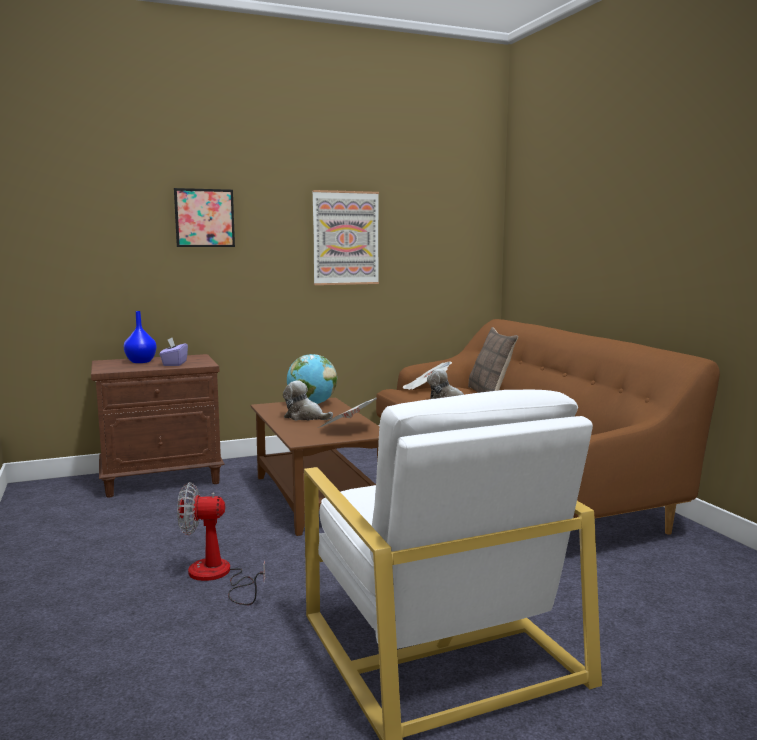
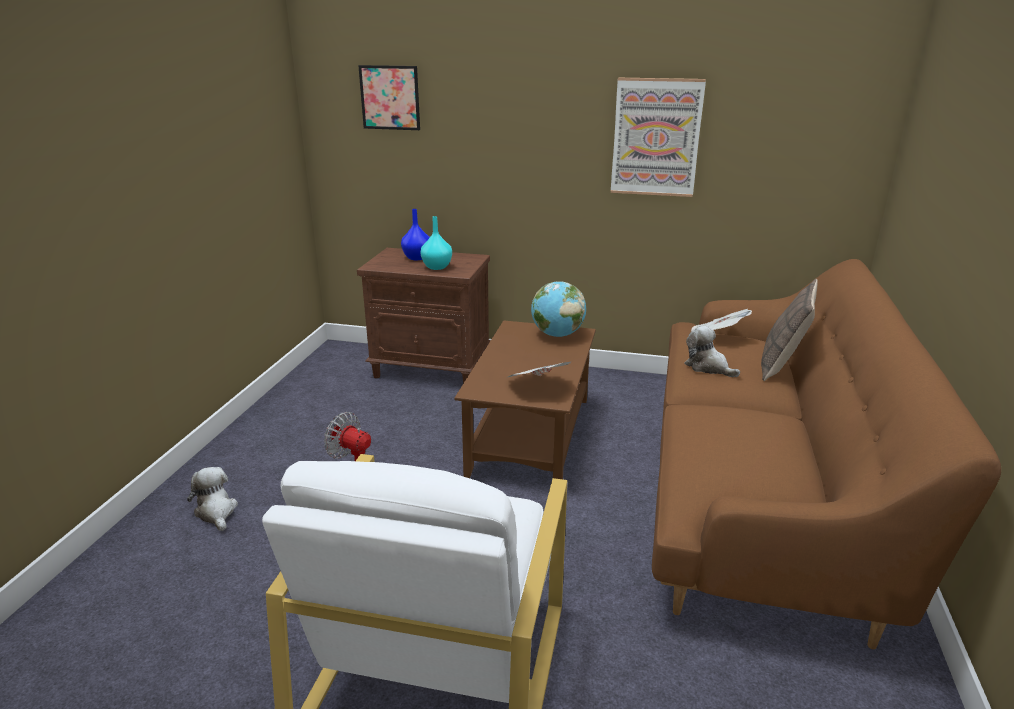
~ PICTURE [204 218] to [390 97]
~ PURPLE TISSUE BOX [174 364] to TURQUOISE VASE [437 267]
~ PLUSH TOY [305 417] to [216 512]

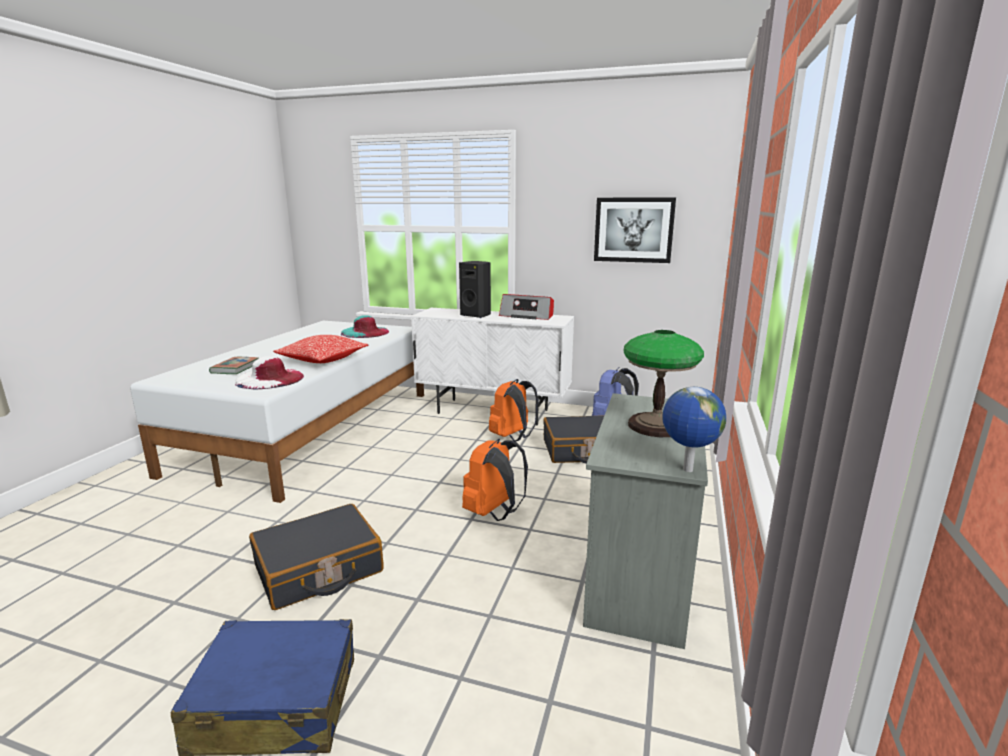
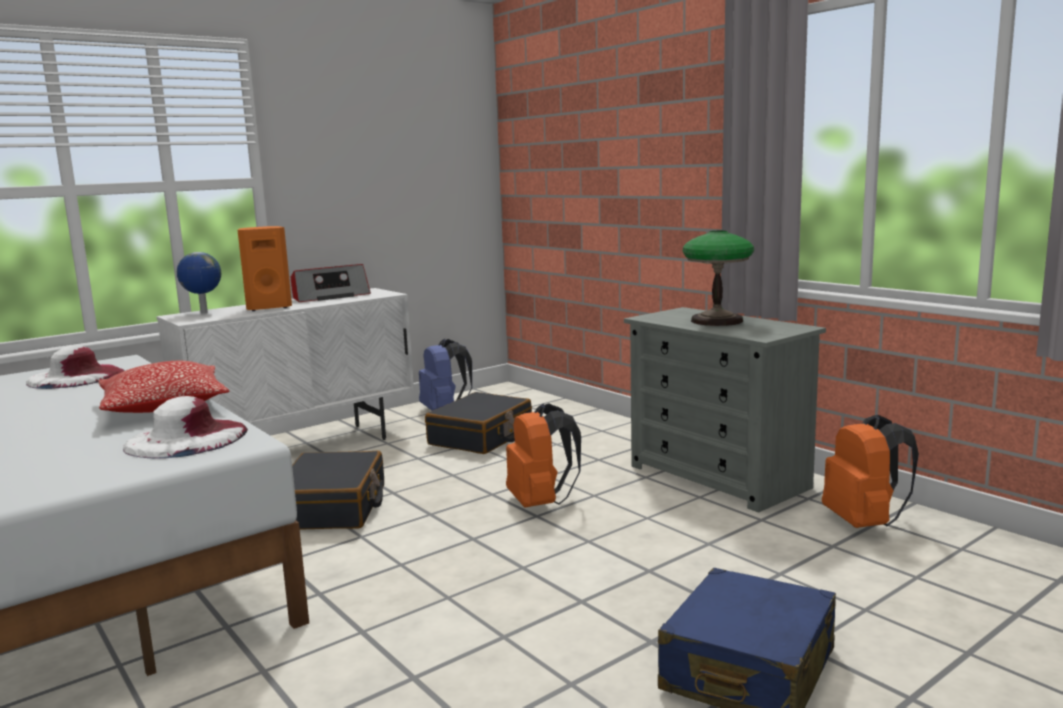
- PICTURE [633 230]
~ BLACK SPEAKER [476 315] to ORANGE SPEAKER [268 307]
~ TURQUOISE HAT [365 332] to WHITE HAT [76 377]
- BOOK [235 368]
~ ORANGE BACKPACK [513 437] to [864 523]
~ GLOBE [687 470] to [203 312]
~ BLACK SUITCASE [319 569] to [333 507]

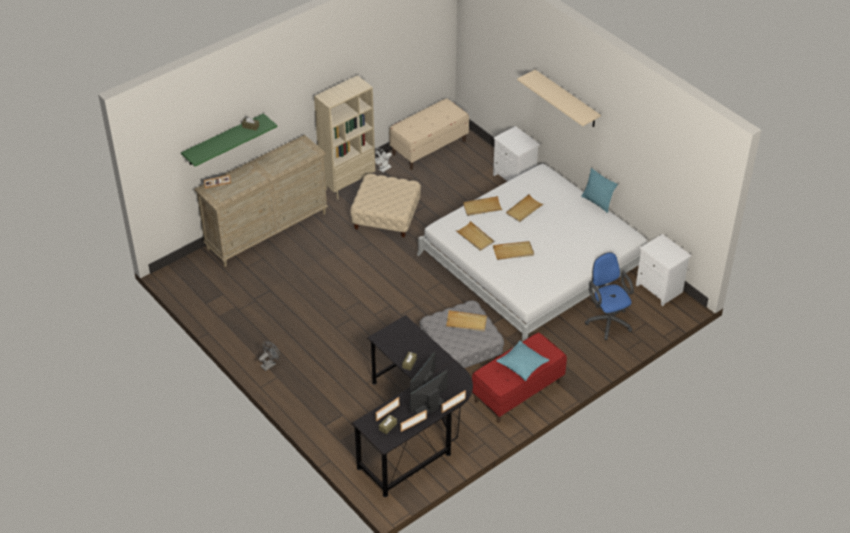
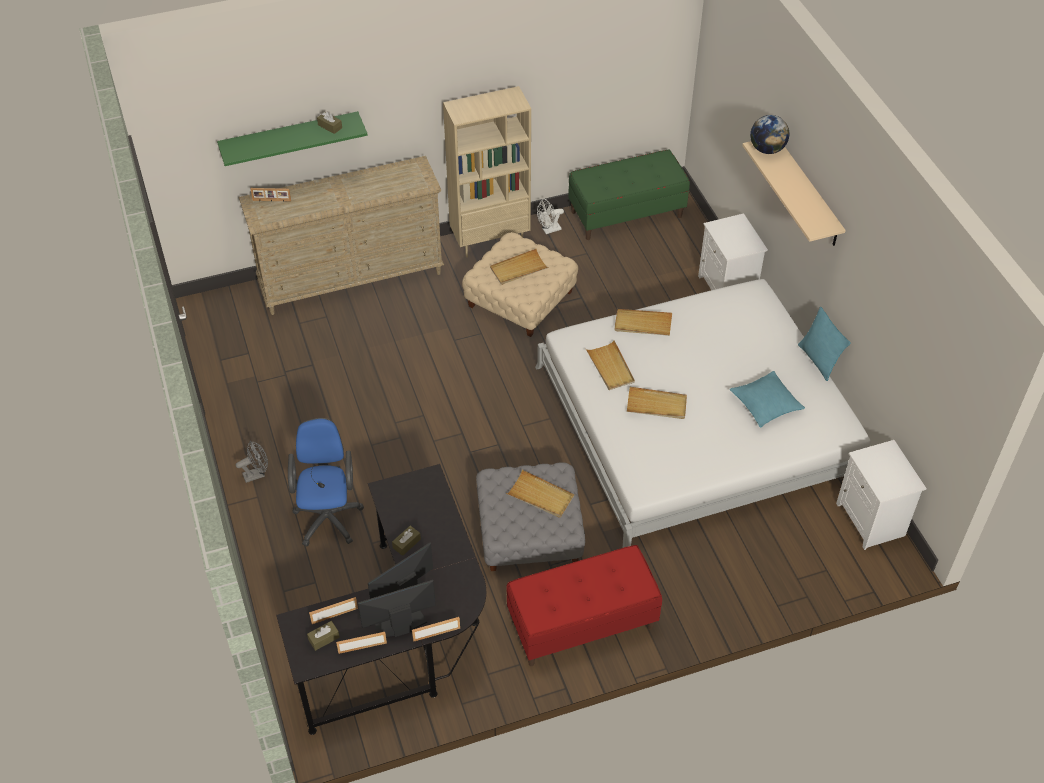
~ BEIGE BENCH [429 147] to GREEN BENCH [626 214]
~ BEIGE TRAY [524 209] to [518 269]
~ BLUE OFFICE CHAIR [607 320] to [328 515]
~ TURQUOISE PILLOW [522 364] to [766 404]
+ GLOBE [767 149]

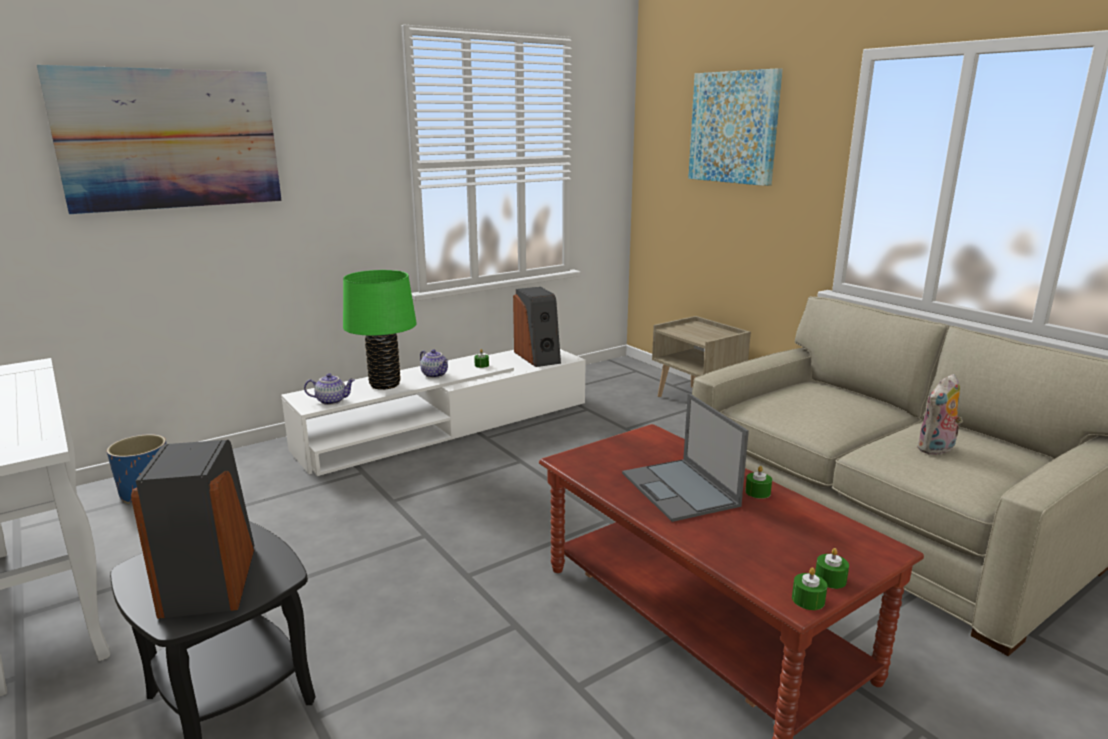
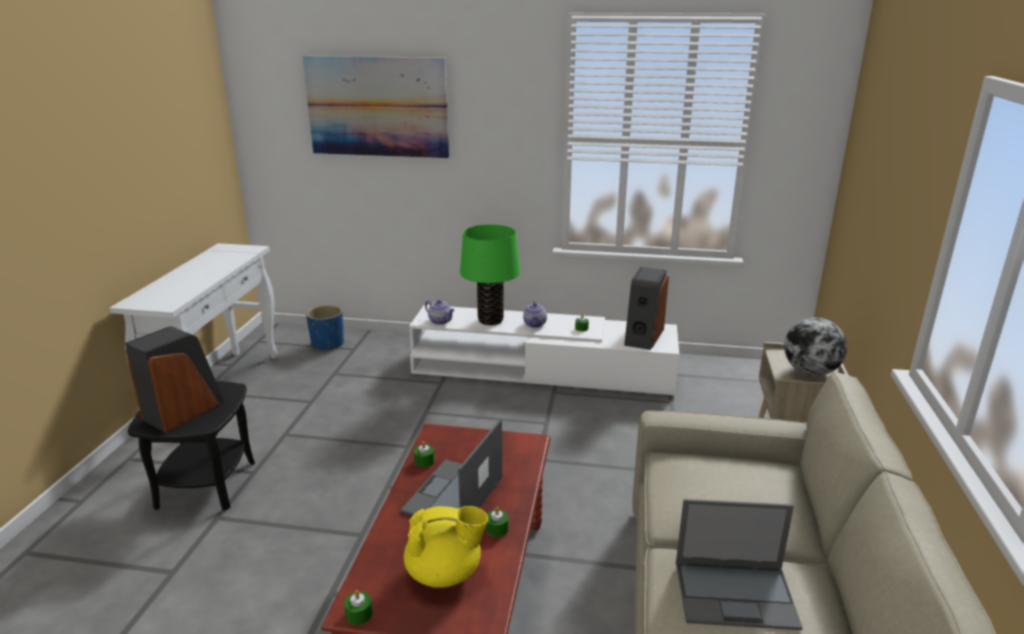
- PICTURE [734 127]
~ PLUSH TOY [936 450] to LAPTOP [736 594]
~ GREEN CANDLE [830 579] to [424 461]
+ GLOBE [810 372]
+ YELLOW TEAPOT [445 573]

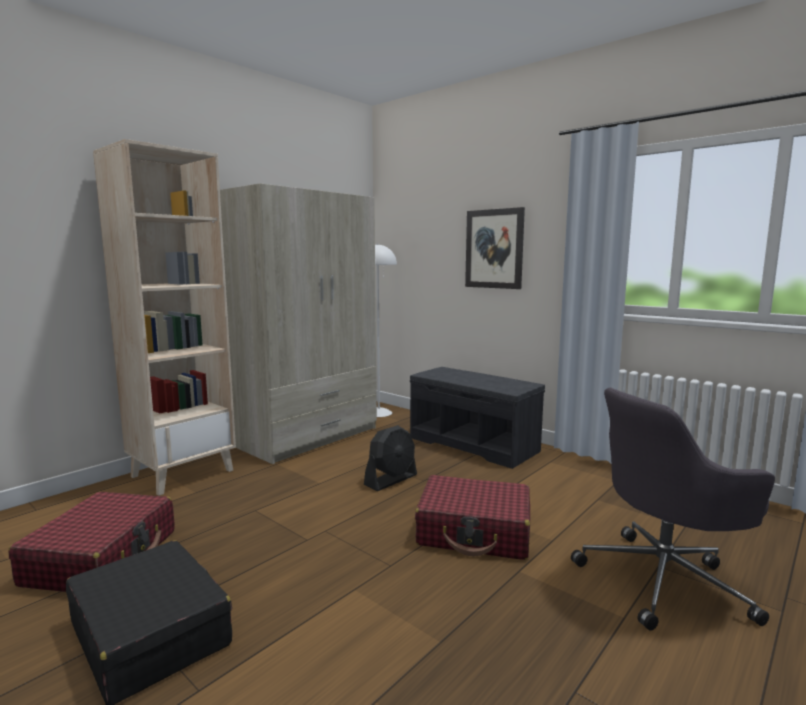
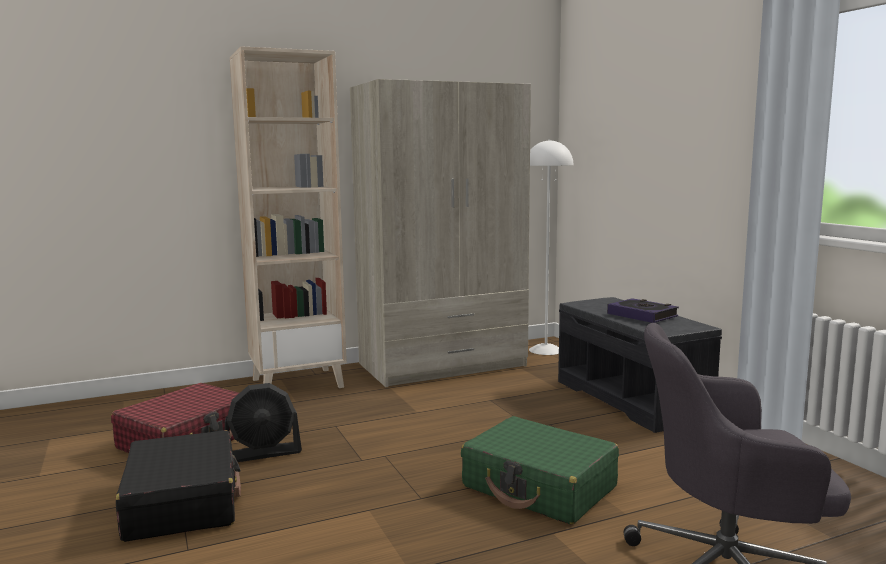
- PICTURE [494 249]
~ BLACK FAN [391 480] to [263 453]
~ RED SUITCASE [474 532] to GREEN SUITCASE [539 487]
+ BOOK [642 315]

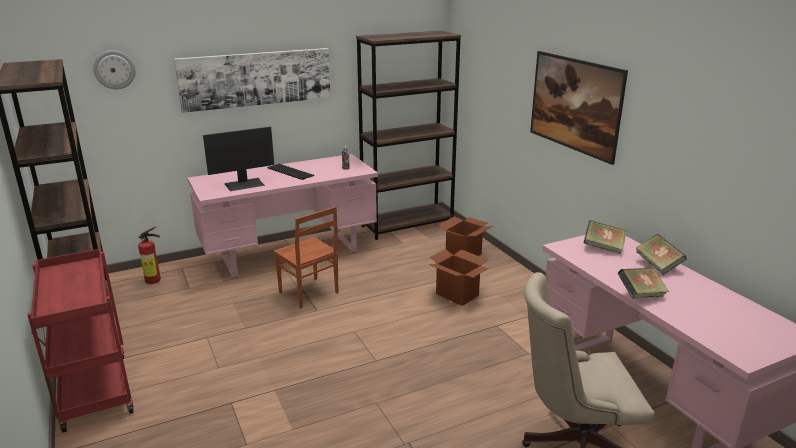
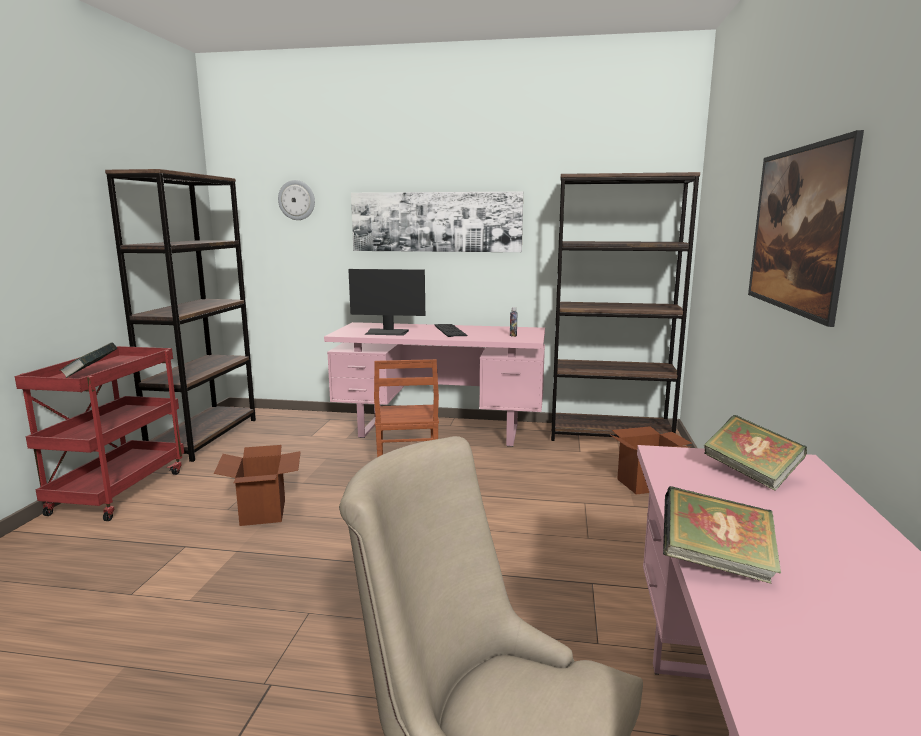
- FIRE EXTINGUISHER [155 281]
~ BOOK [658 265] to [91 374]
~ CARDBOARD BOX [457 295] to [263 512]

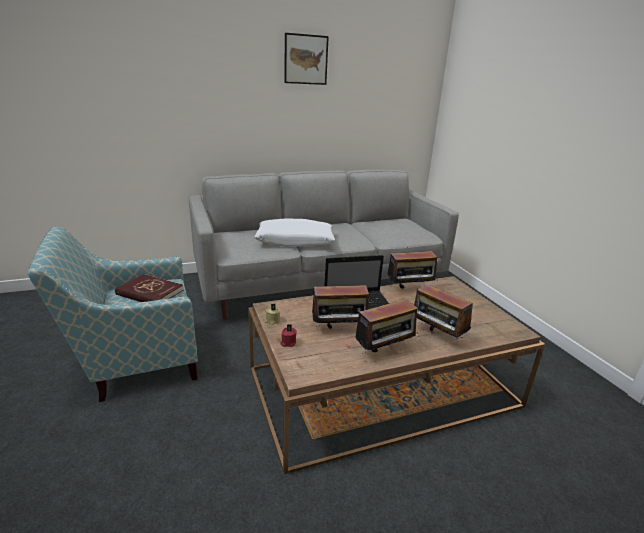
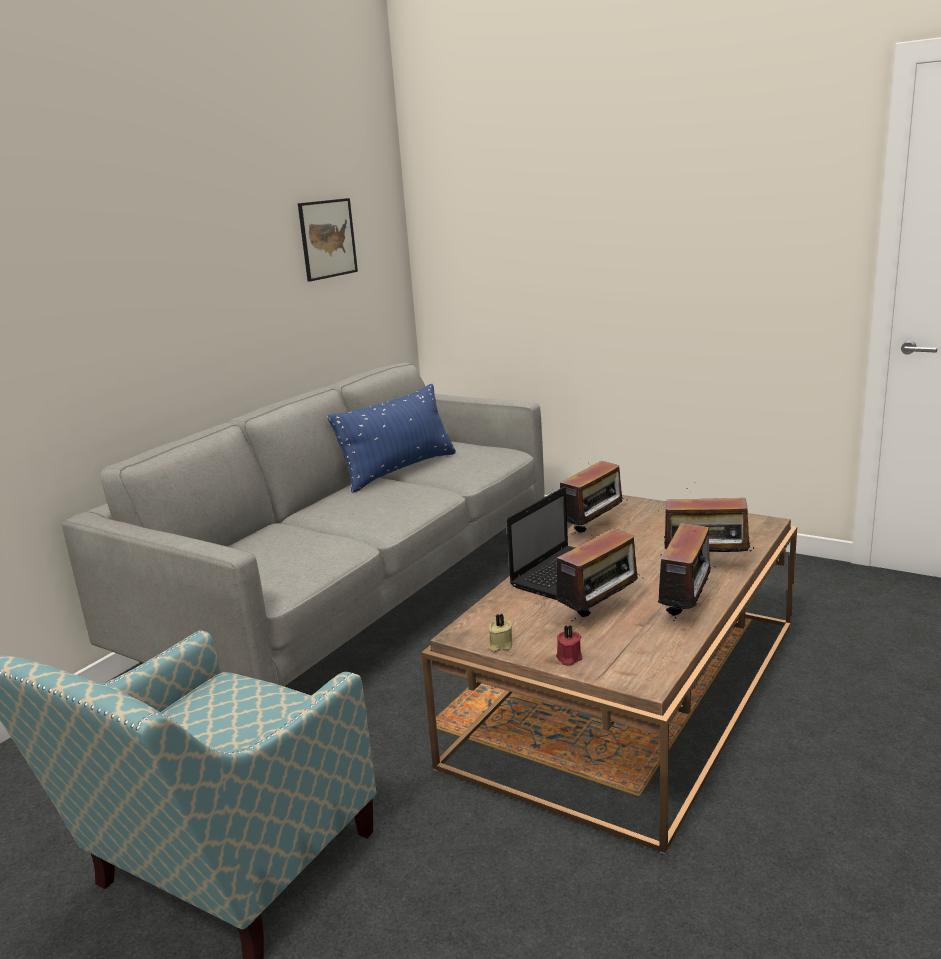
~ PICTURE [306 59] to [327 239]
- WHITE PILLOW [295 241]
- RED BOOK [149 292]
+ BLUE PILLOW [399 470]

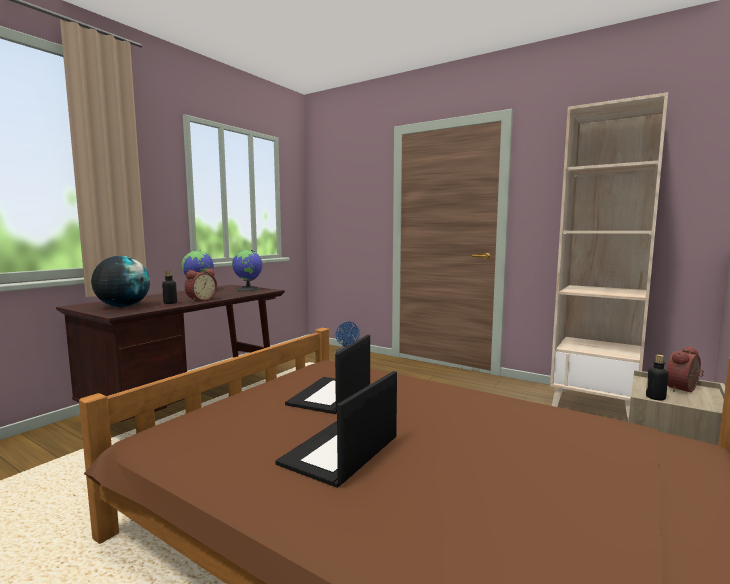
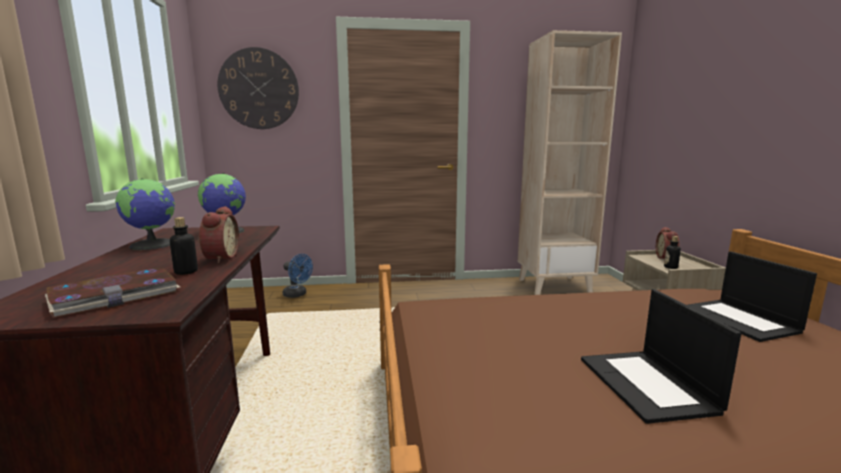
~ GLOBE [123 306] to BOOK [115 295]
~ LAPTOP [330 395] to [740 320]
+ WALL CLOCK [259 89]

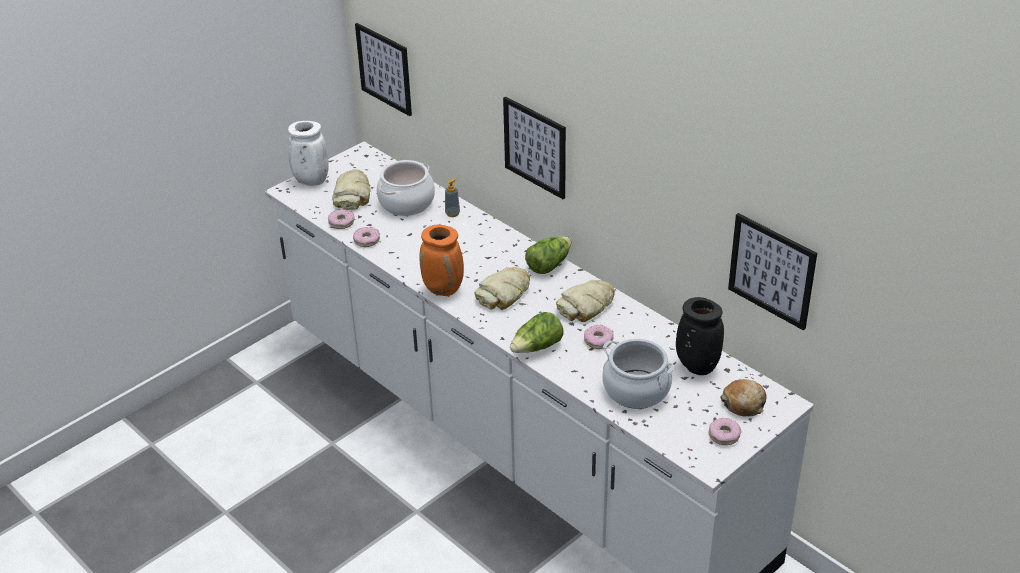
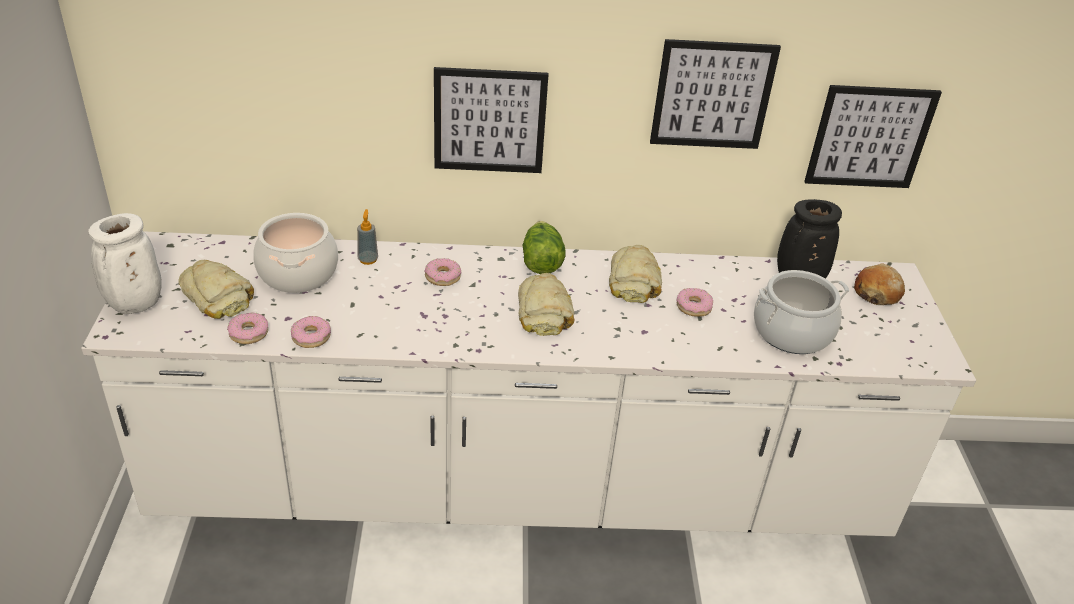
~ PICTURE [384 69] to [712 94]
- ORANGE VASE [444 289]
- LETTUCE [537 347]
~ DONUT [724 435] to [442 277]

